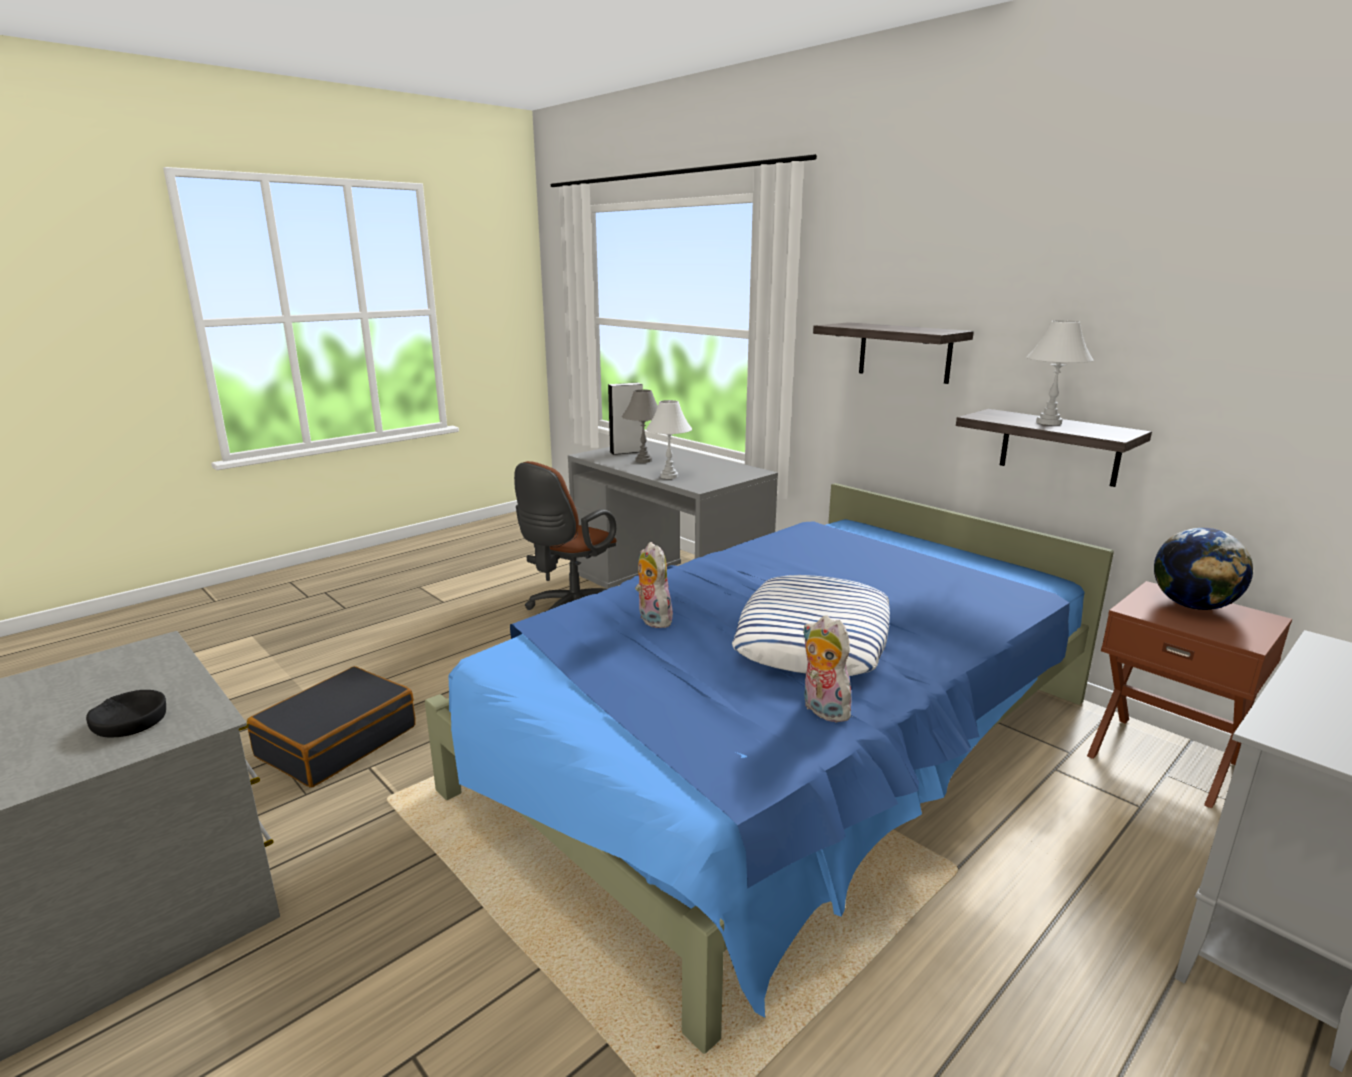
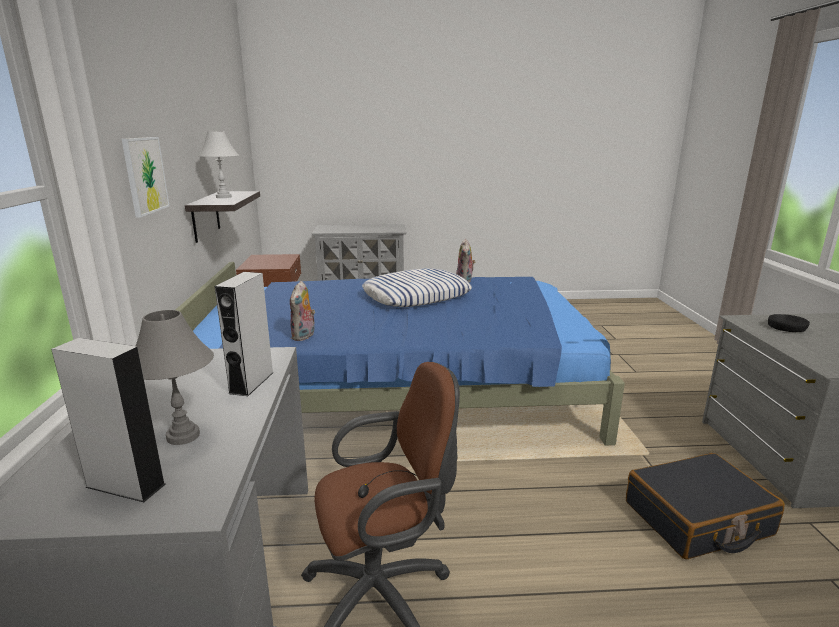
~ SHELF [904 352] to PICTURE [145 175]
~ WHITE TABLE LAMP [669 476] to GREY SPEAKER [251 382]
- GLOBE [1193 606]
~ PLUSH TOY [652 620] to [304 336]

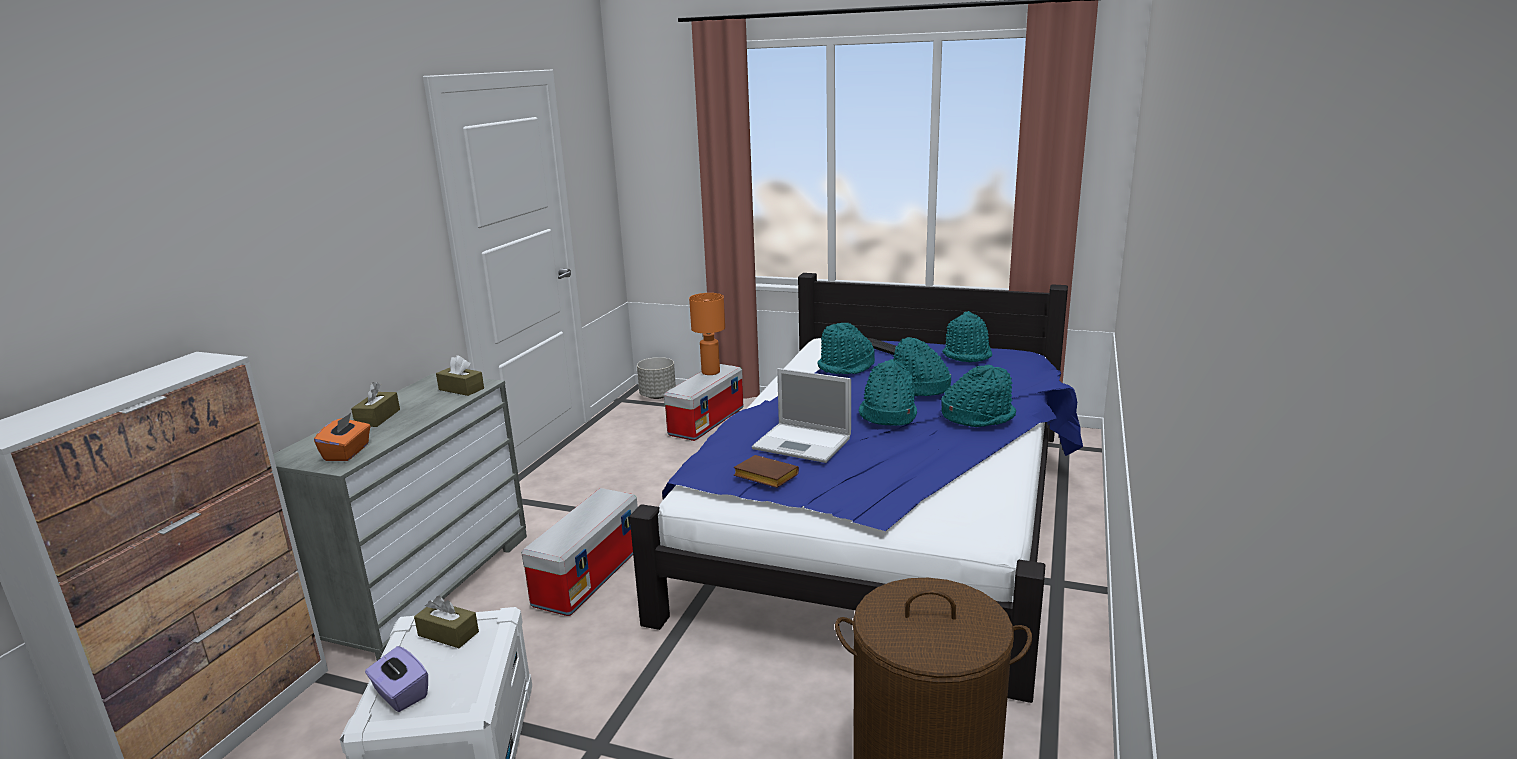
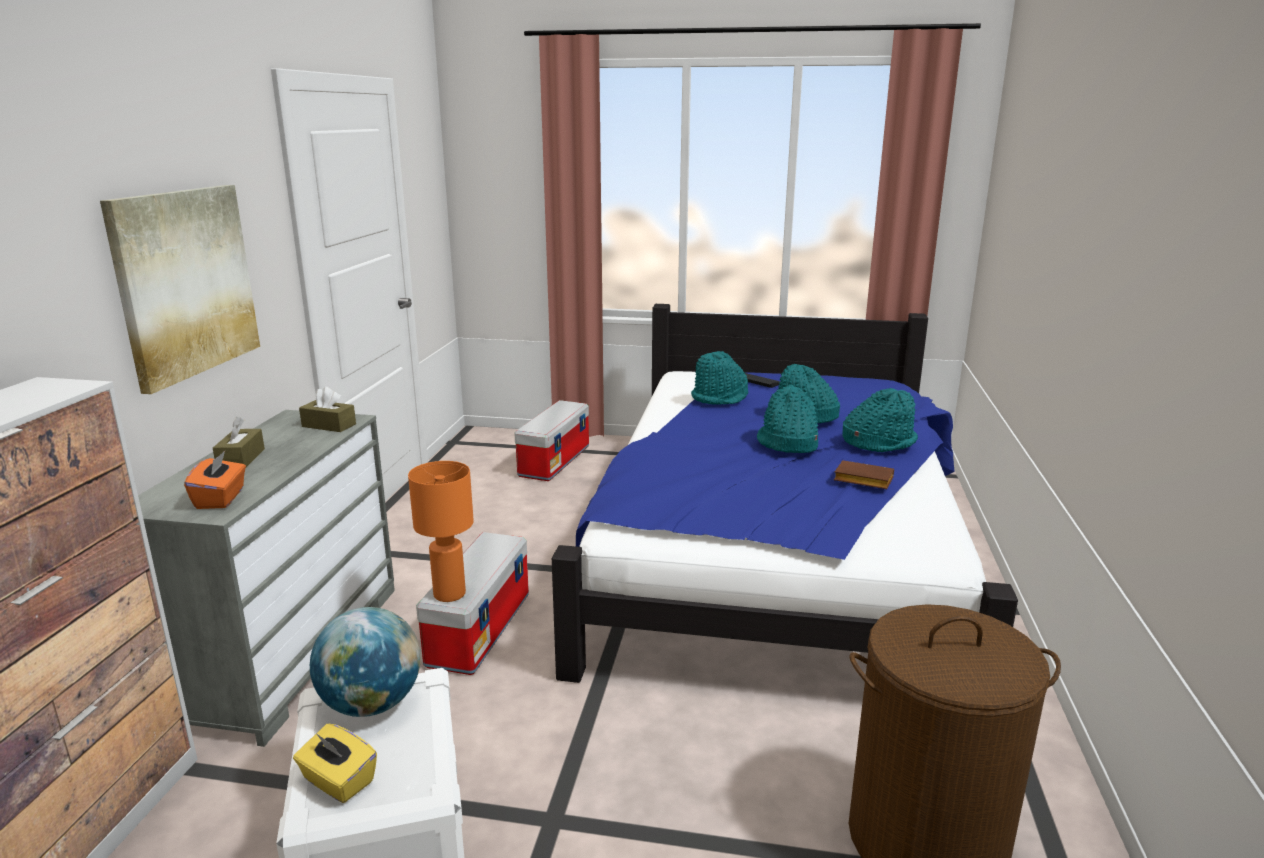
~ ORANGE TABLE LAMP [710 372] to [448 594]
- TURQUOISE HAT [967 355]
- GREY PLANTER [658 396]
- LAPTOP [804 443]
~ BROWN BOOK [763 477] to [861 480]
~ BROWN TISSUE BOX [448 634] to GLOBE [372 704]
~ PURPLE TISSUE BOX [400 694] to YELLOW TISSUE BOX [338 781]
+ PICTURE [185 283]

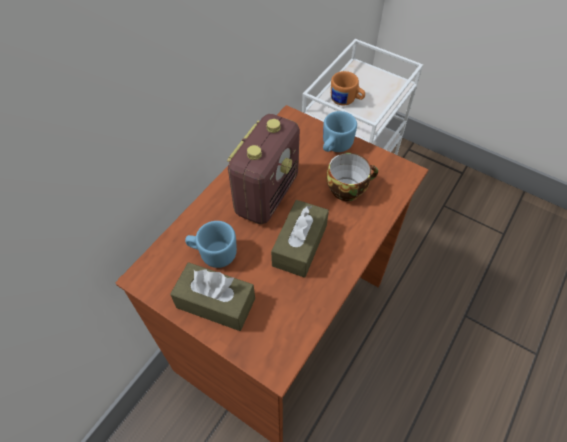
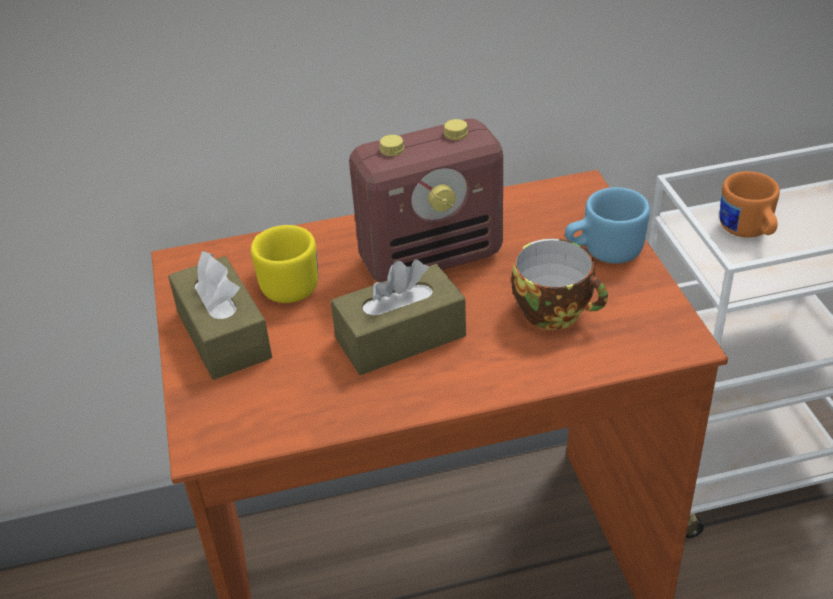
~ BLUE MUG [213 253] to YELLOW MUG [285 283]

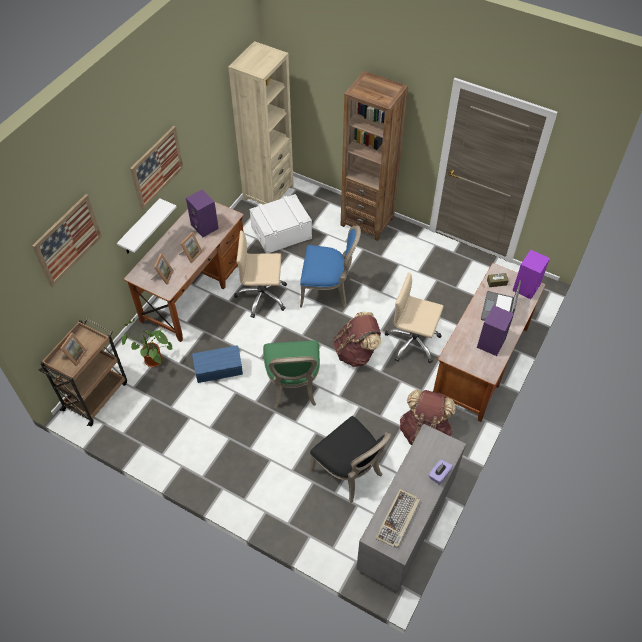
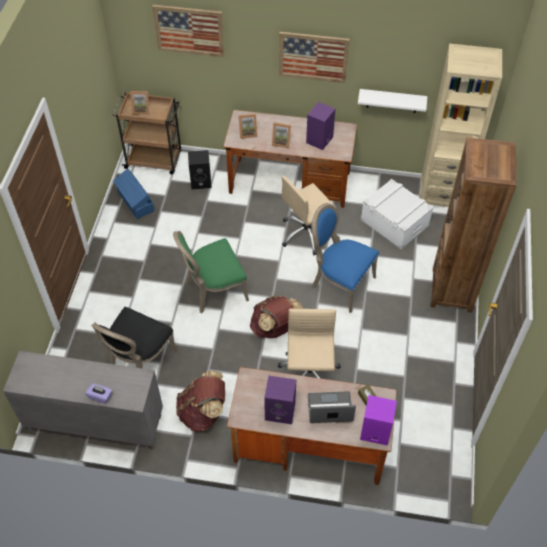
~ WHITE SHELF [140 228] to [392 101]
~ BLUE CHAIR [328 290] = [340 283] 135 degrees clockwise
~ BEIGE OFFICE CHAIR [262 297] = [306 234] 105 degrees counterclockwise
~ POTTED PLANT [151 360] to BLACK SPEAKER [201 181]
~ BLUE STORAGE BOX [219 370] to [135 202]
- KEYBOARD [398 520]

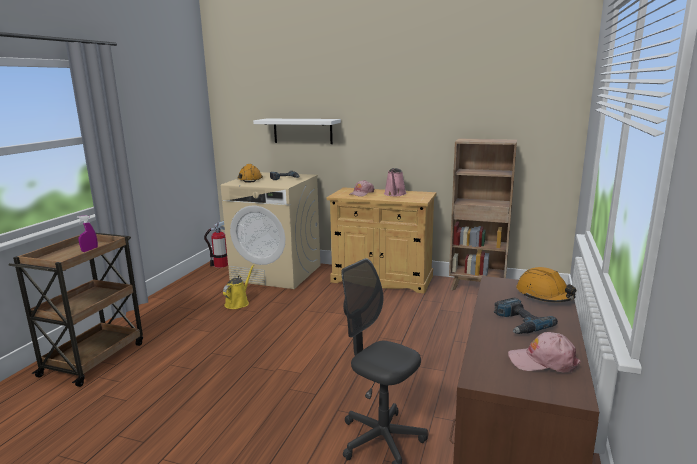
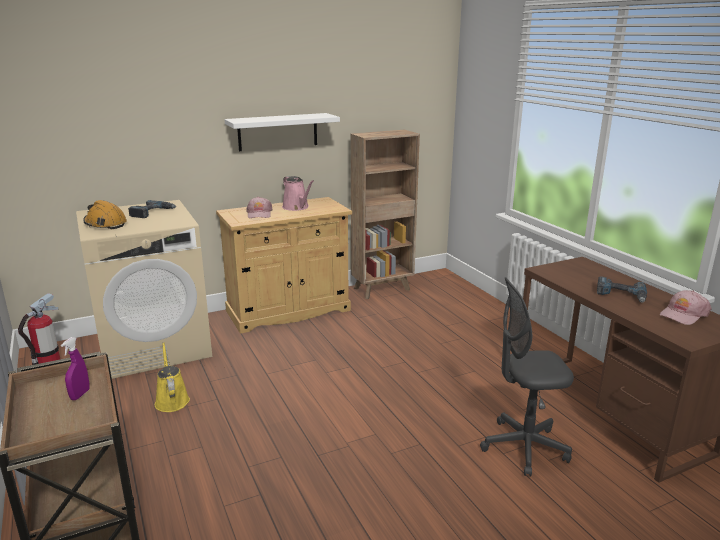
~ WHITE SHELF [302 131] to [278 132]
- ORANGE HARD HAT [544 295]

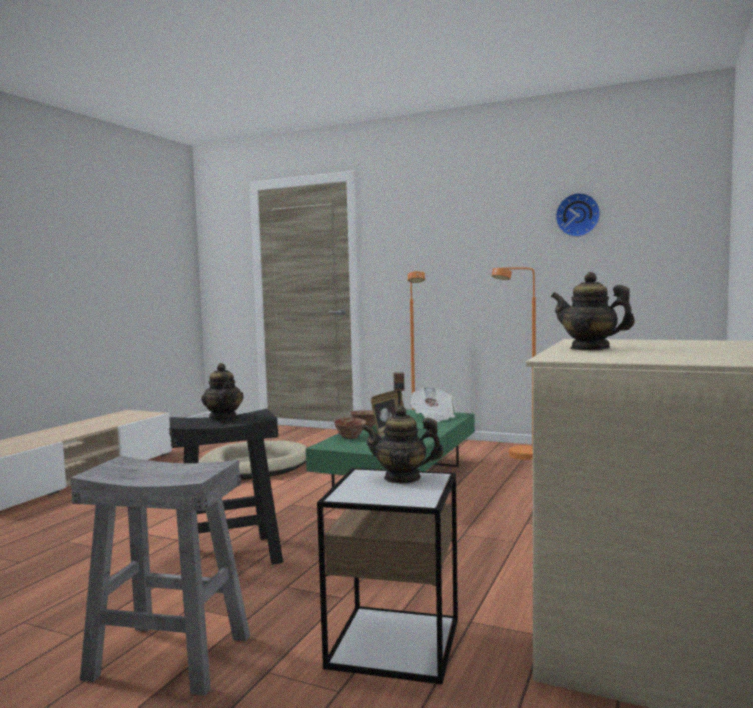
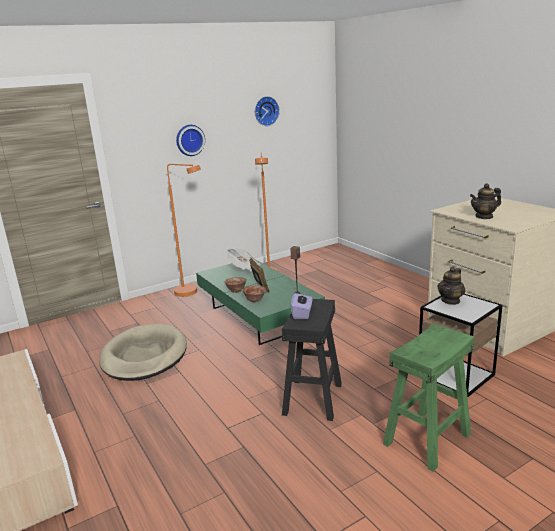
~ TEAPOT [224 418] to PURPLE TISSUE BOX [302 314]
~ GREY STOOL [168 657] to GREEN STOOL [427 439]
+ WALL CLOCK [189 140]

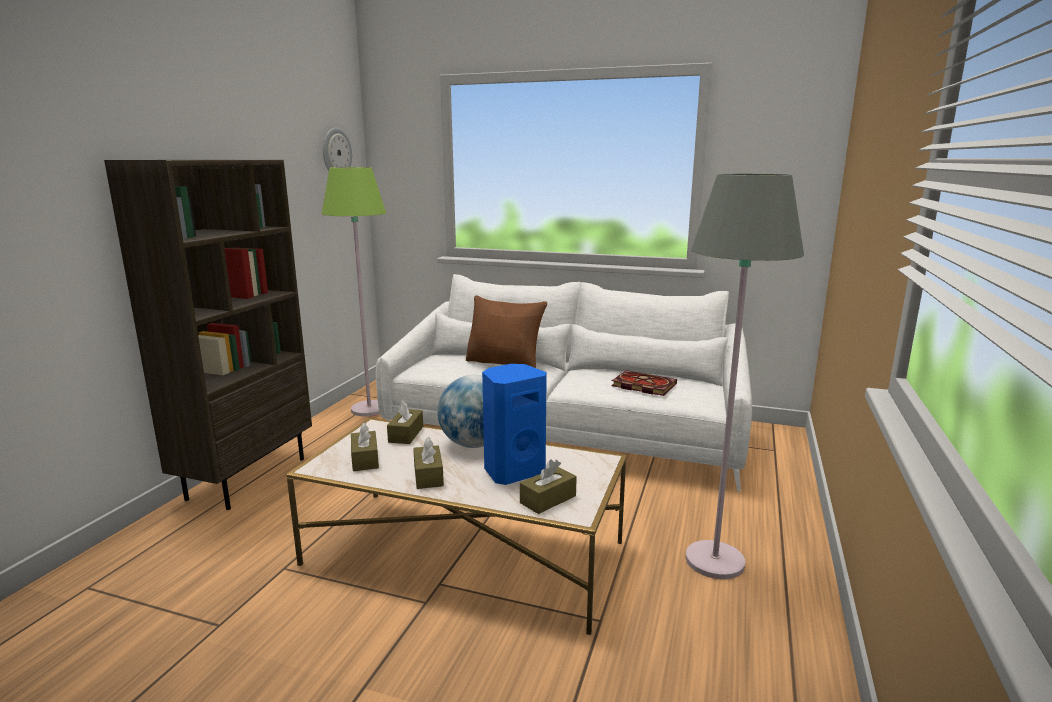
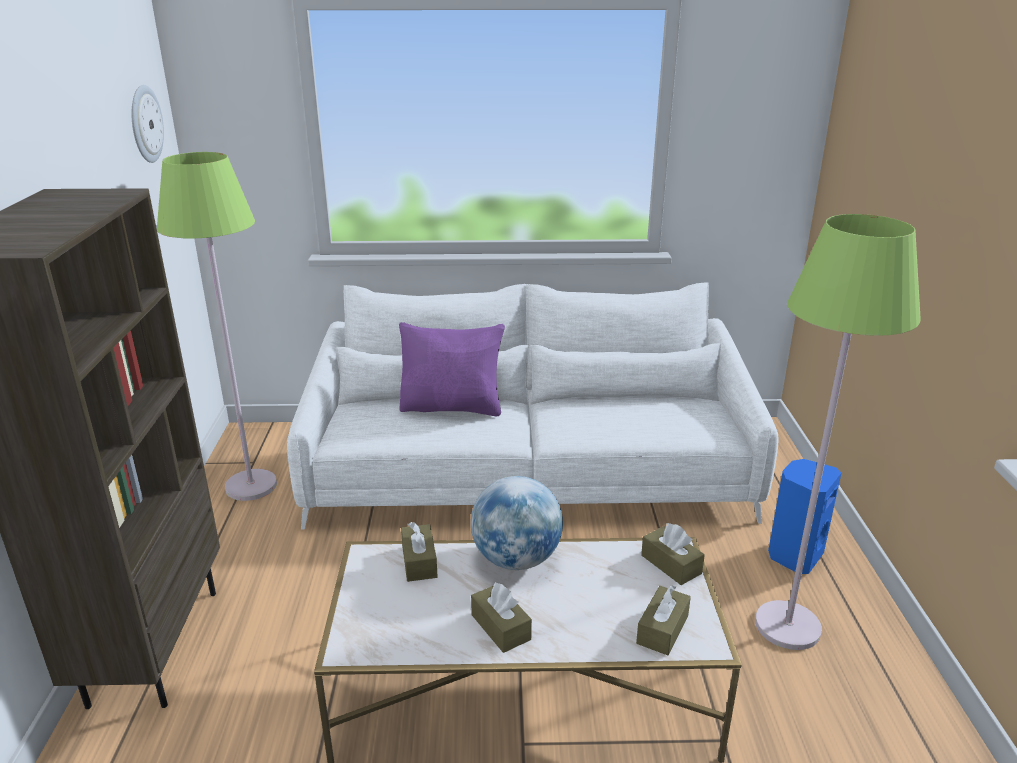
~ GREY FLOOR LAMP [715 561] to GREEN FLOOR LAMP [787 626]
~ BROWN PILLOW [505 363] to PURPLE PILLOW [452 407]
~ BLUE SPEAKER [513 471] to [794 555]
- BOOK [642 385]
~ BROWN TISSUE BOX [365 459] to [671 564]

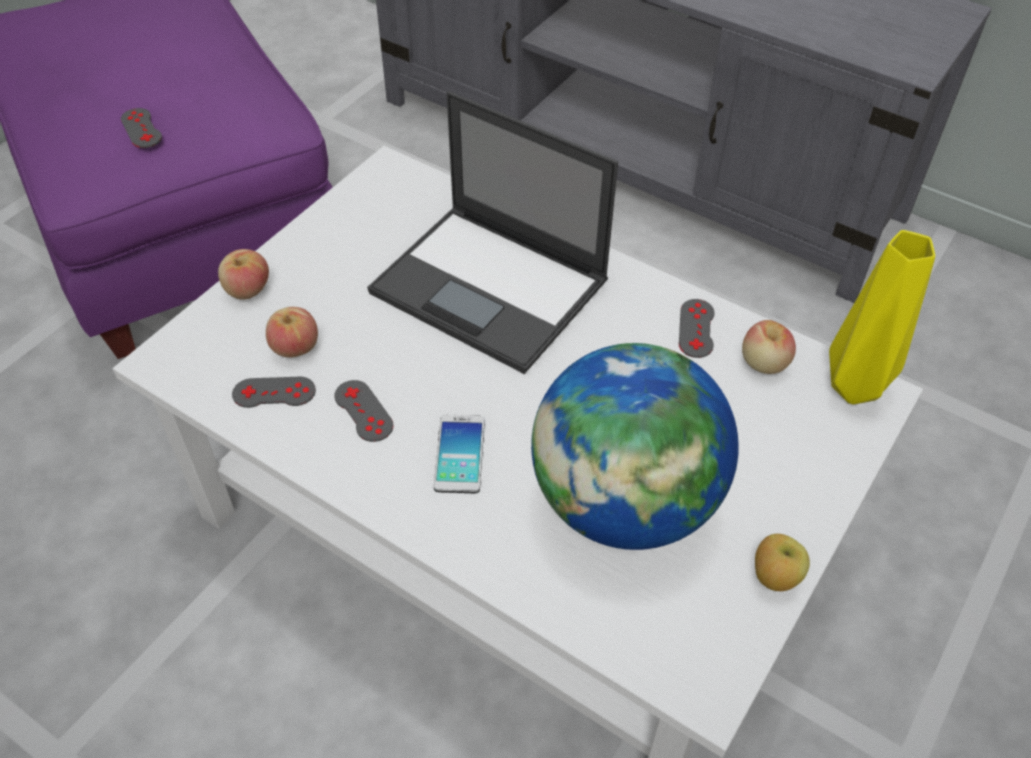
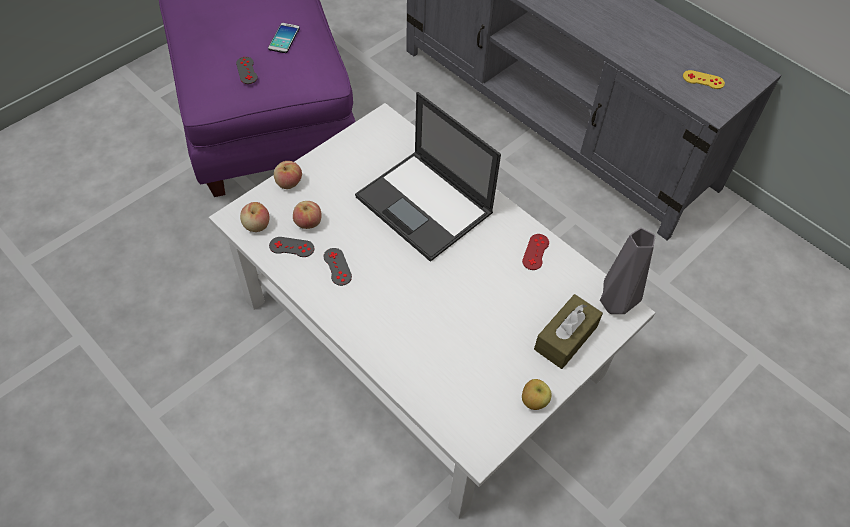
~ YELLOW VASE [855 385] to GREY VASE [616 303]
~ GREY GAME CONTROLLER [696 328] to RED GAME CONTROLLER [535 252]
~ APPLE [764 363] to [256 225]
- GLOBE [625 502]
~ PHONE [459 454] to [284 38]
+ YELLOW GAME CONTROLLER [703 80]
+ BROWN TISSUE BOX [565 338]

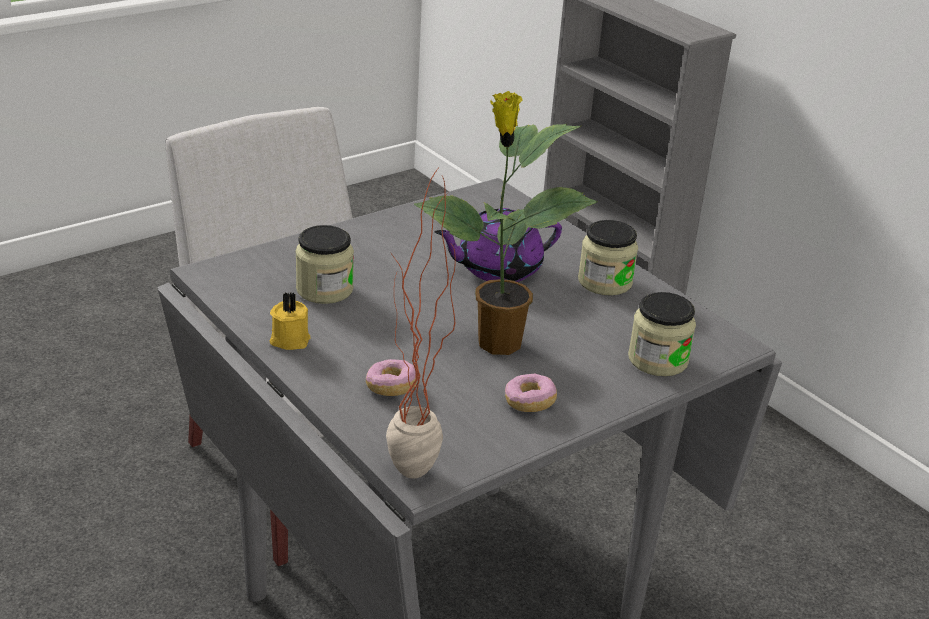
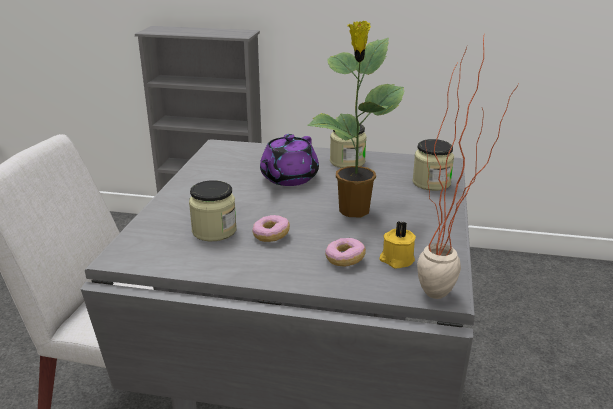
~ YELLOW CANDLE [289 339] to [396 260]
~ DONUT [529 402] to [271 235]

